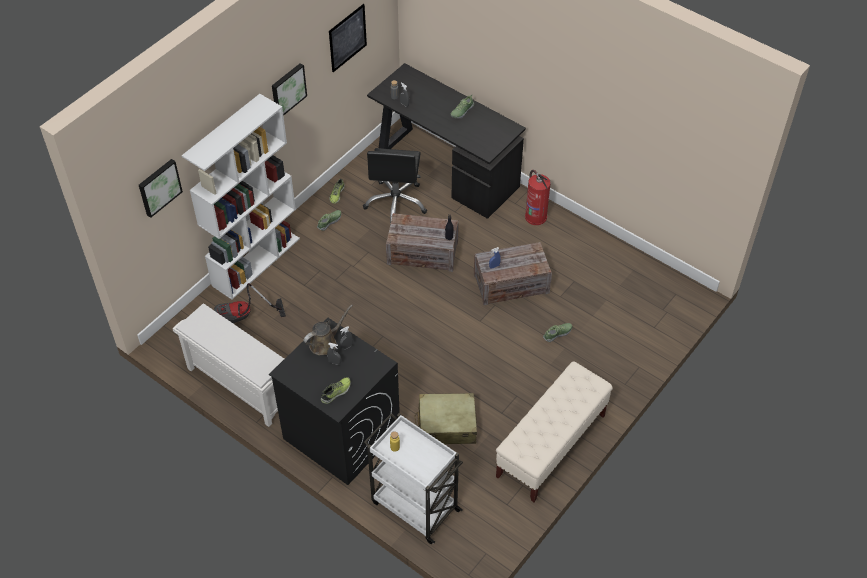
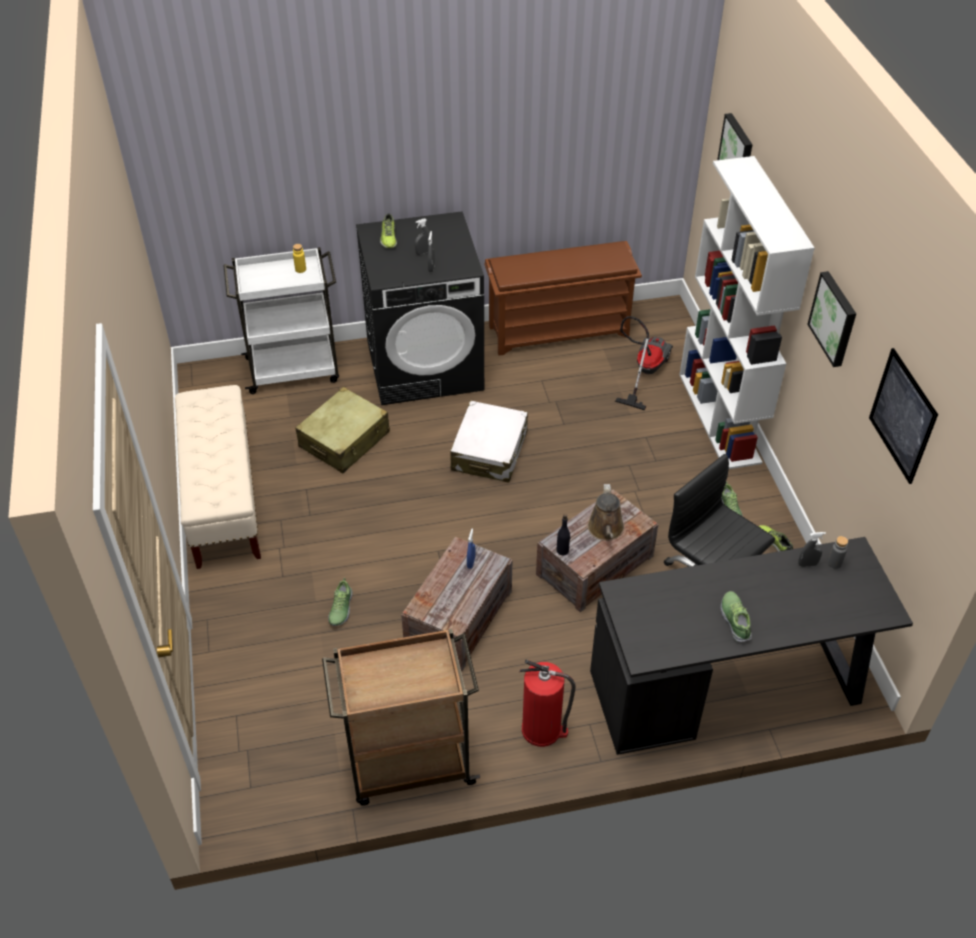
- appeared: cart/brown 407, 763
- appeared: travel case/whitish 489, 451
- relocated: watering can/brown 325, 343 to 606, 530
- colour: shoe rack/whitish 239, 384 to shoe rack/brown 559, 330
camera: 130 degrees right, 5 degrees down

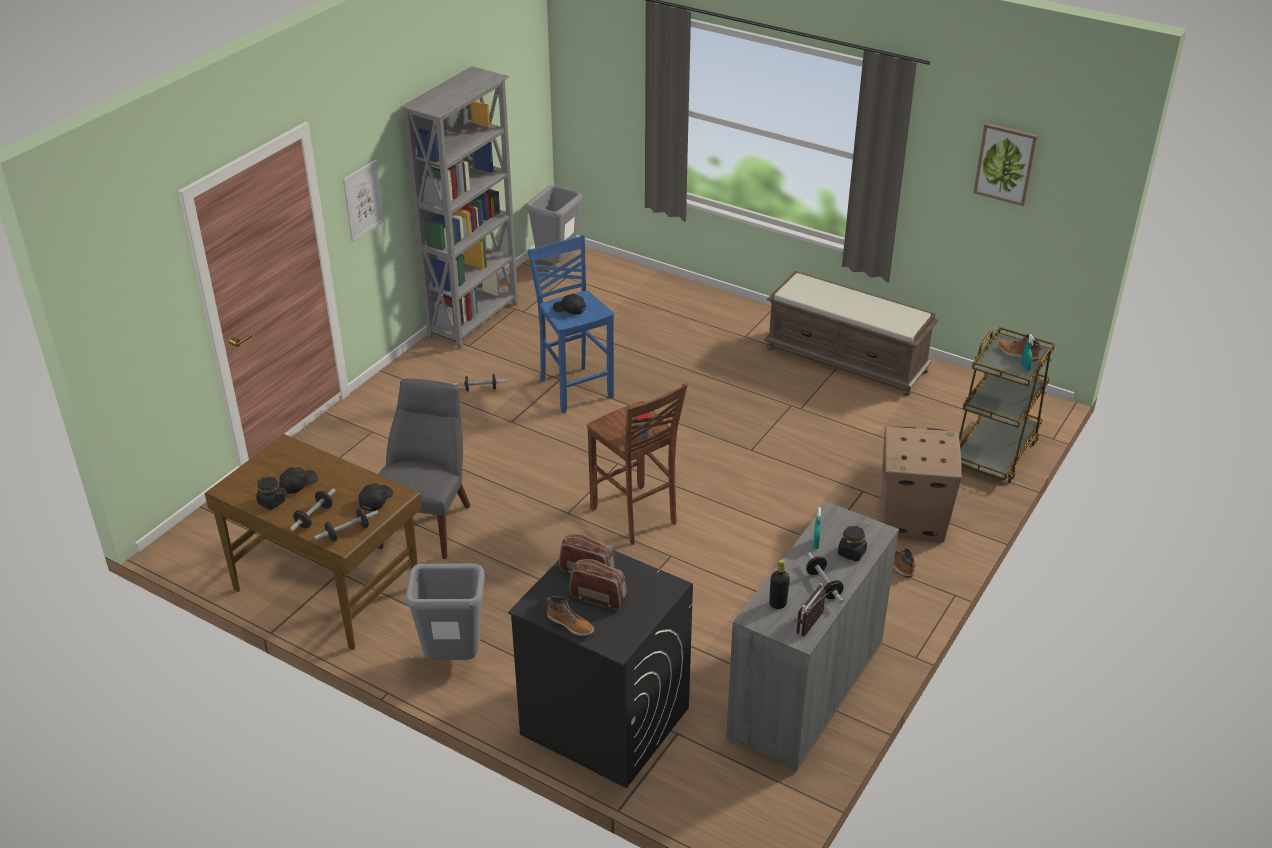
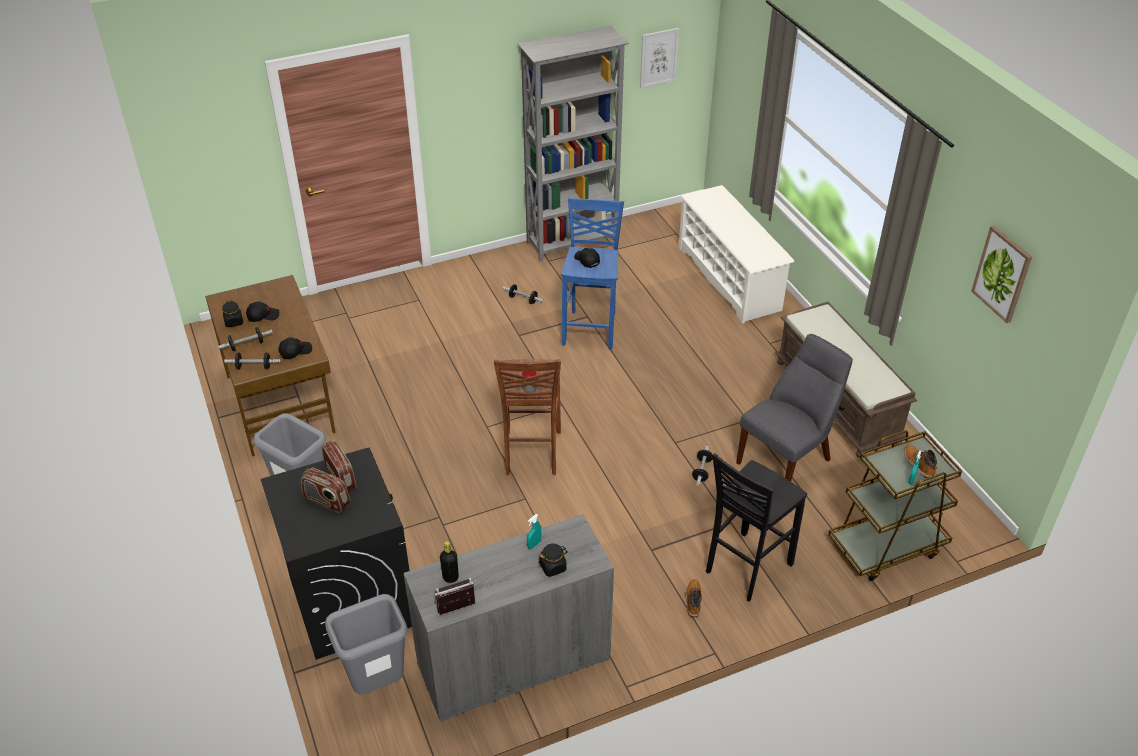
- missing: tall boot 570, 624
- appeared: shoe rack/whitish 729, 279
- relocated: wall art 363, 200 to 658, 58
- relocated: chair/grey 428, 523 to 787, 459
- relocated: rubbish bin/grey 556, 265 to 378, 684
- relocated: hand weight 823, 585 to 702, 471
- exchanged: carton 910, 519 to stool/blackish 745, 568
- spun: radio receiver 598, 598 = 326, 501 150 degrees clockwise
camera: 35 degrees right, 5 degrees up

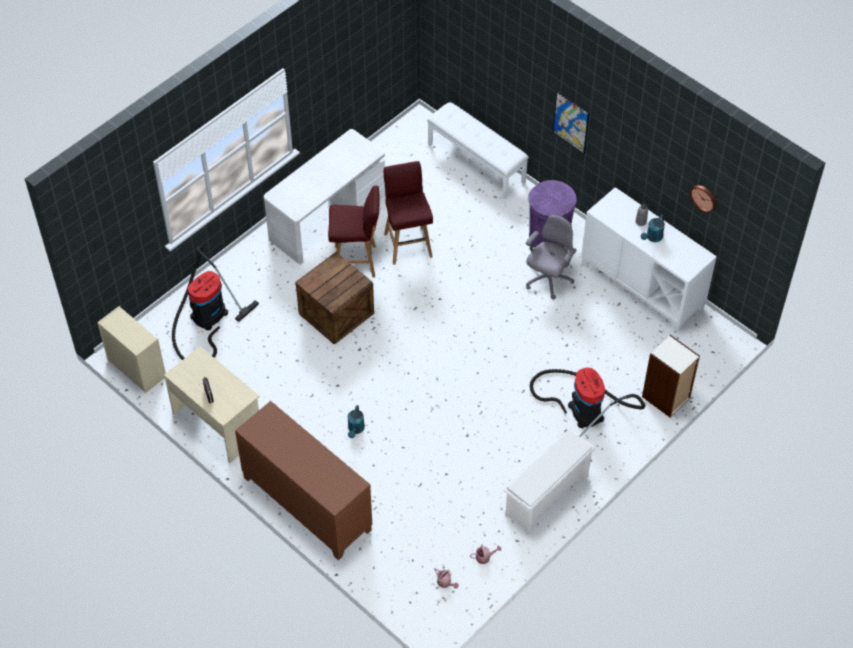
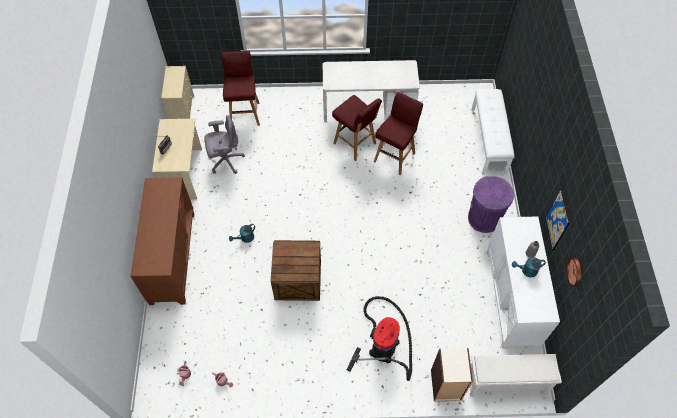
- relocated: crate 336, 313 to 297, 280
- relocated: shoe rack/whitish 546, 497 to 505, 383
- relocated: office chair/grey 548, 280 to 225, 160
- relocated: wall art 571, 122 to 557, 220
- exchanged: hoover 207, 318 to stool/red 245, 113
camera: 45 degrees right, 5 degrees up

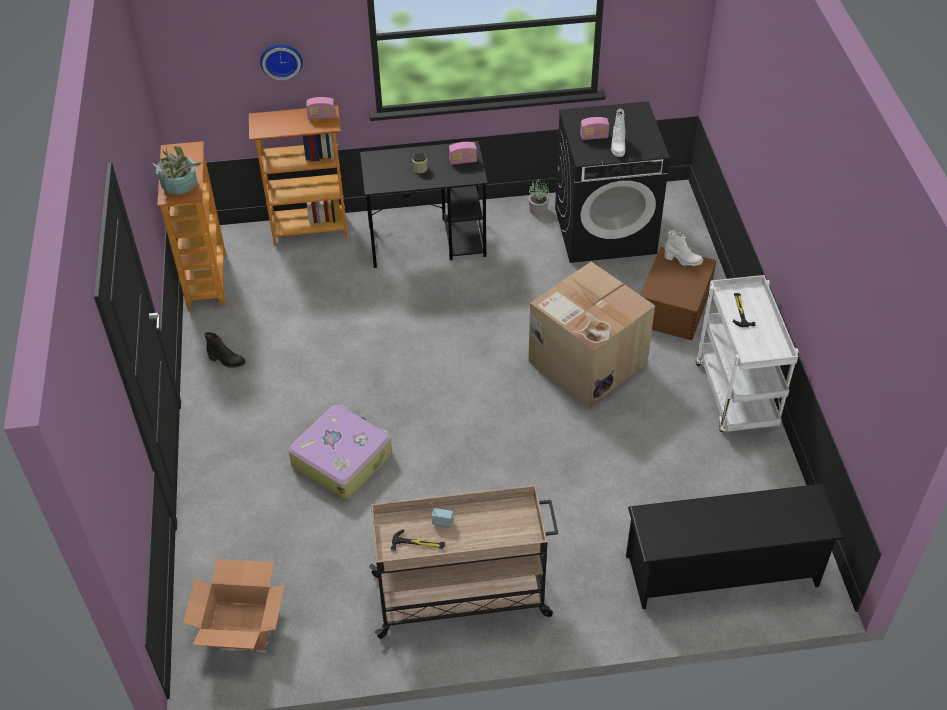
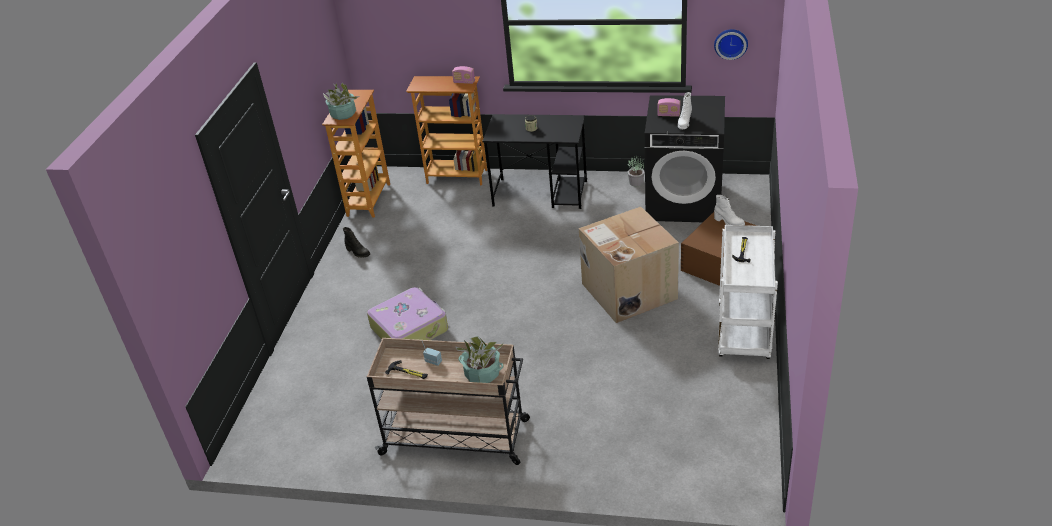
- missing: carton 240, 625
- missing: radio receiver 463, 161
- missing: shoe rack/blackish 722, 571
- appeared: plant in a pot 482, 373
- relocated: wall clock 281, 59 to 731, 43
camera: 20 degrees right, 10 degrees down

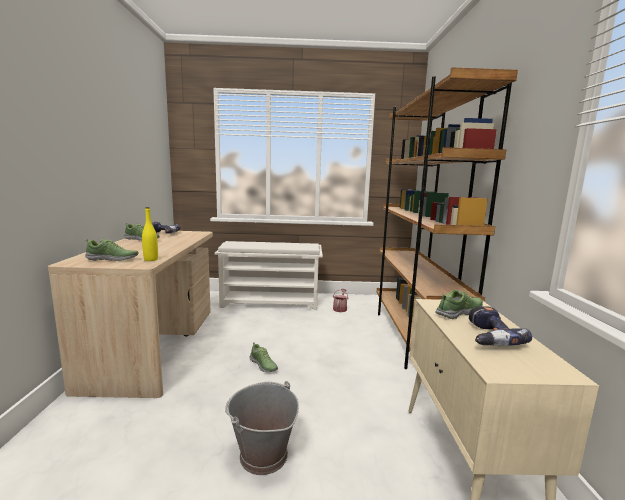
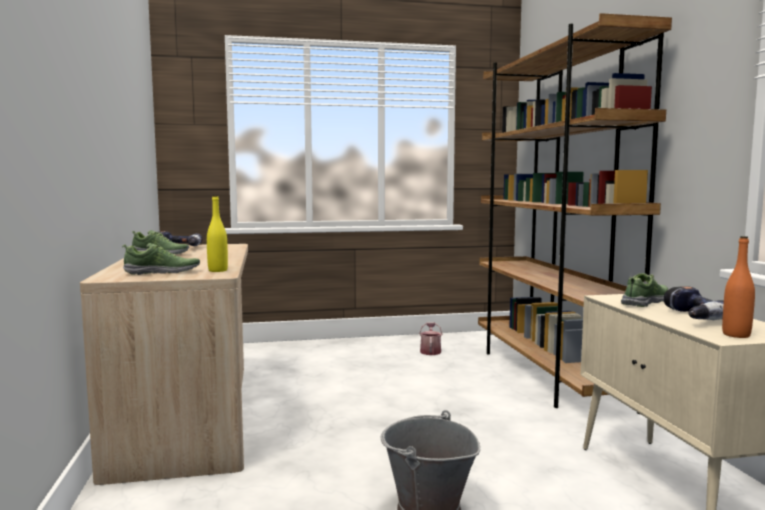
- missing: shoe rack/whitish 271, 302
- missing: item of footwear 263, 365
- appeared: drink bottle/orangey 736, 335
camera: 10 degrees left, 5 degrees down

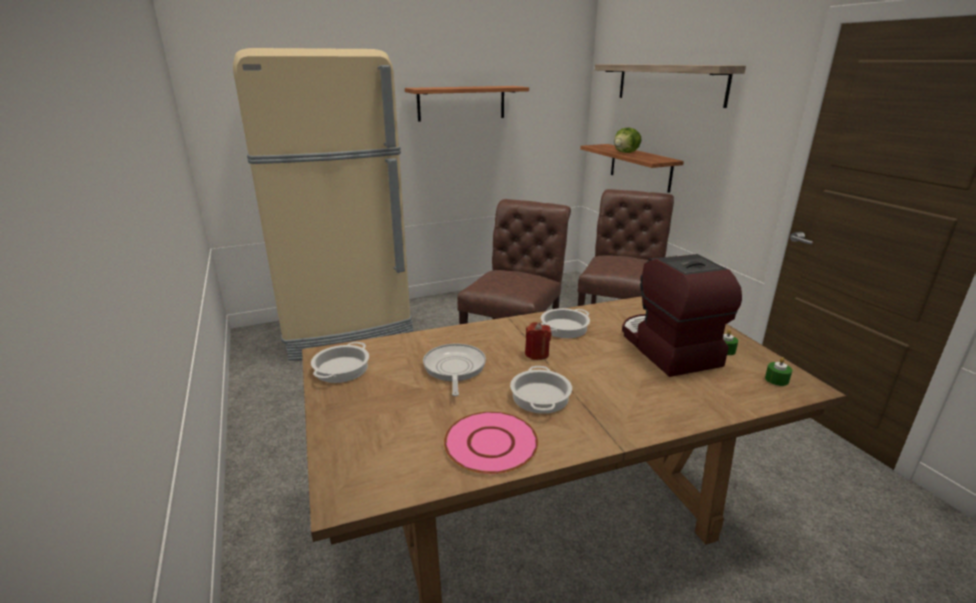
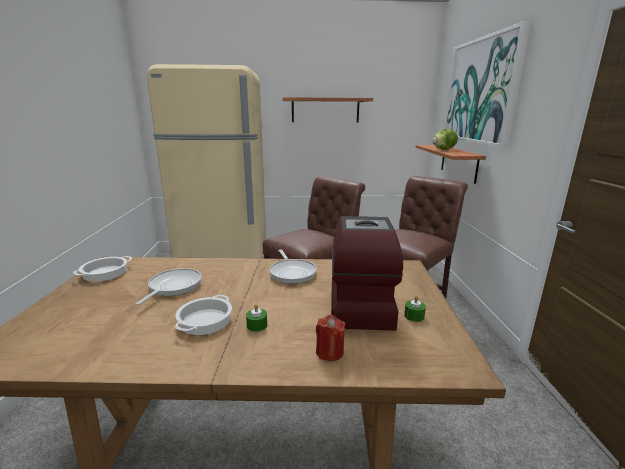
- missing: plate/pink 491, 443
- relocated: candle/red 537, 354 to 329, 352
- relocated: candle/green 776, 379 to 257, 325
- exchanged: cooking pot 564, 327 to pan 292, 272
- exchanged: bracket shelf 669, 83 to wall art 480, 91
camera: 20 degrees right, 5 degrees down

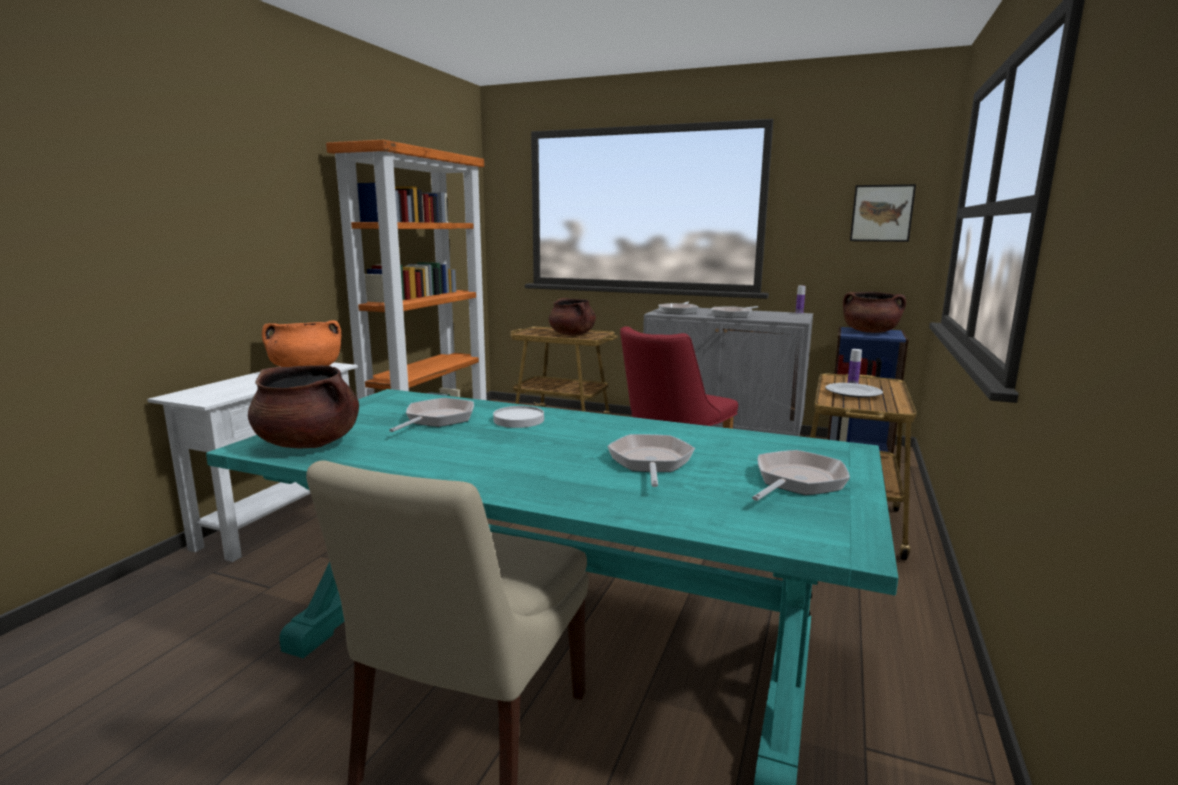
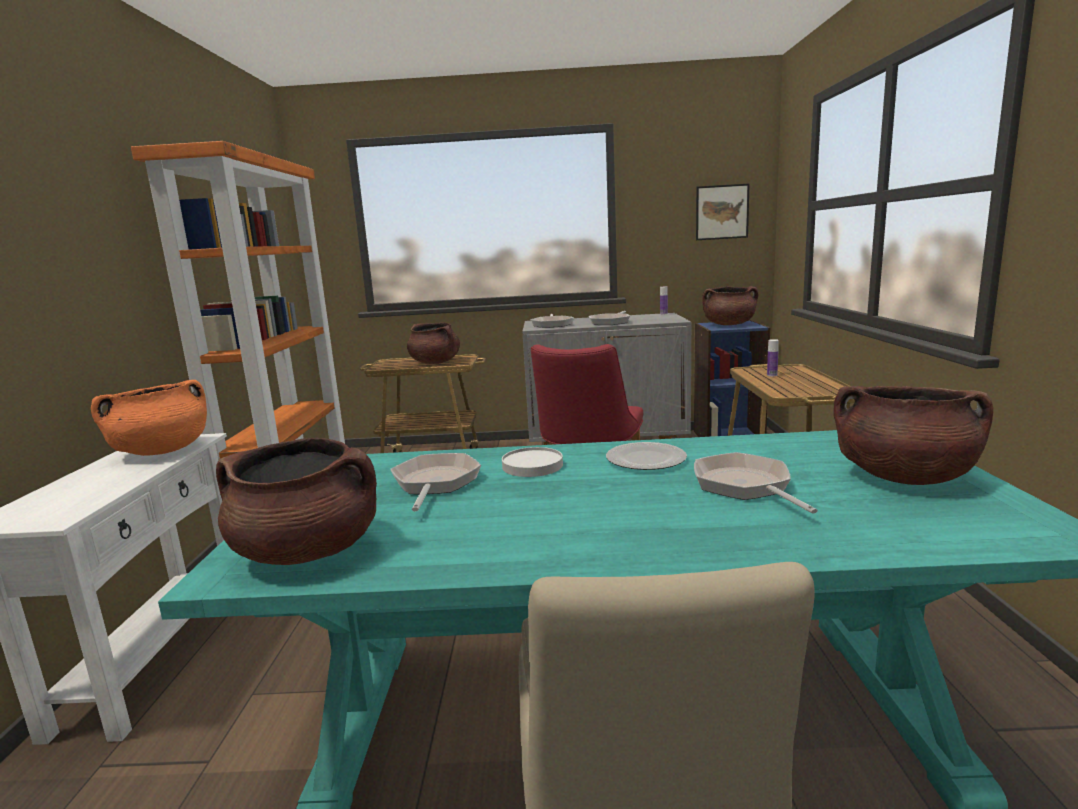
- relocated: plate 853, 393 to 646, 460
- exchanged: pan 796, 481 to cooking pot/brown 903, 477
camera: 20 degrees left, 0 degrees up

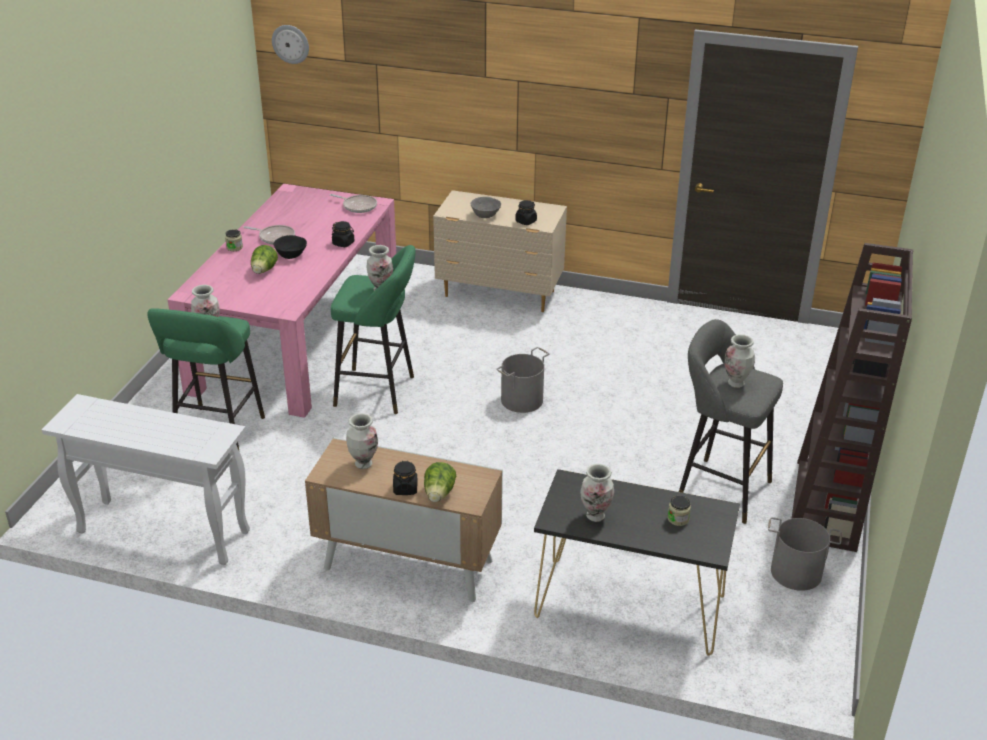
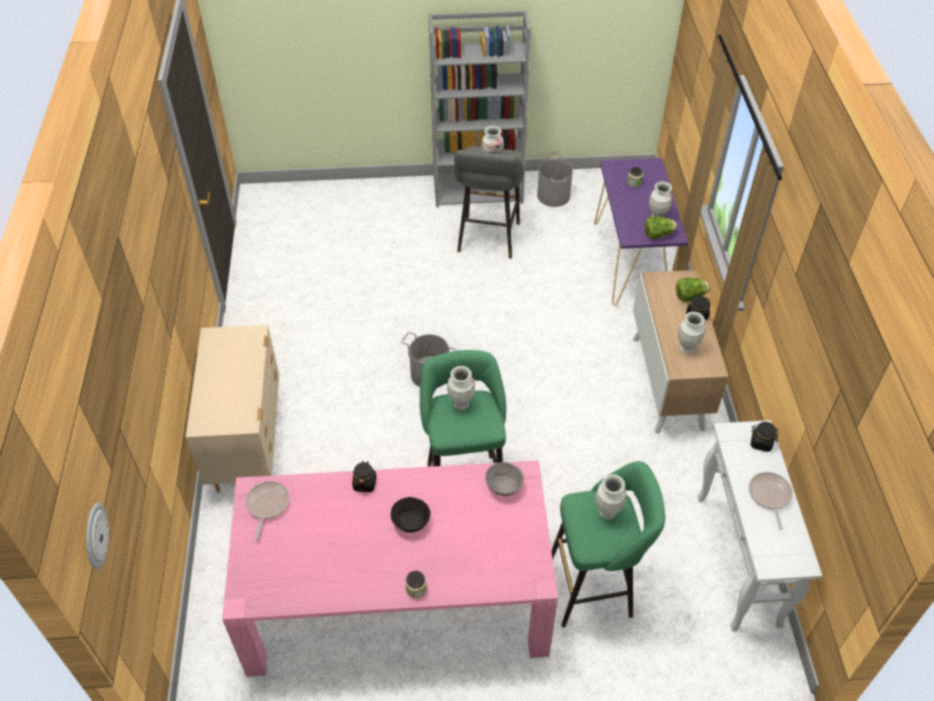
- relocated: pan 275, 237 to 769, 496
- relocated: lettuce 264, 271 to 658, 235
- relocated: serving bowl/grey 485, 215 to 504, 486
- relocated: storage jar/blackish 526, 221 to 761, 443
- colour: hall table/blackish 628, 606 to hall table/purple-coloured 631, 262
- colour: bookshelf/brown 827, 505 to bookshelf/grey 478, 189
camera: 110 degrees left, 15 degrees up

